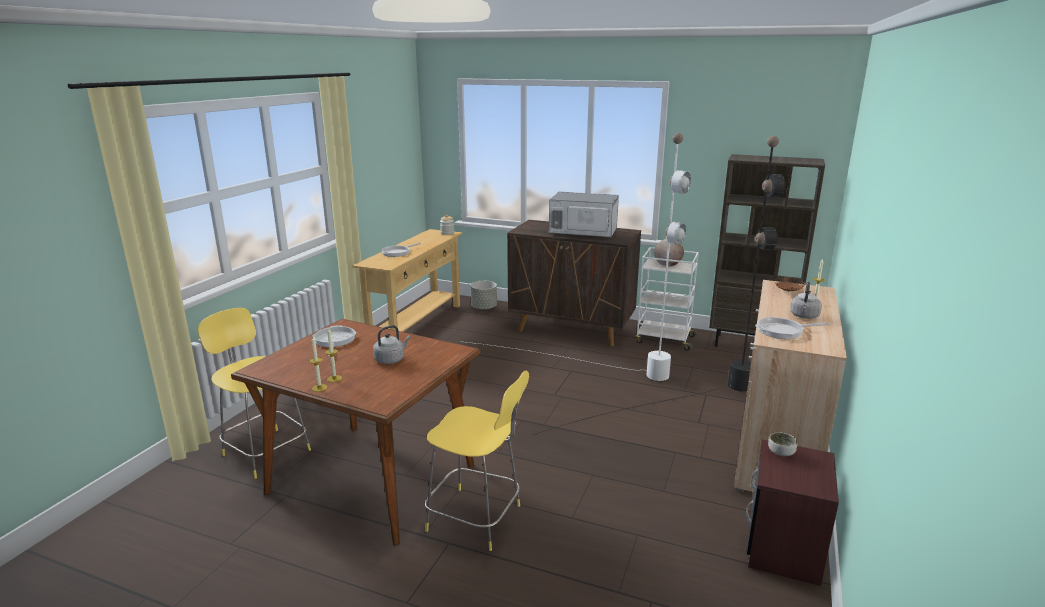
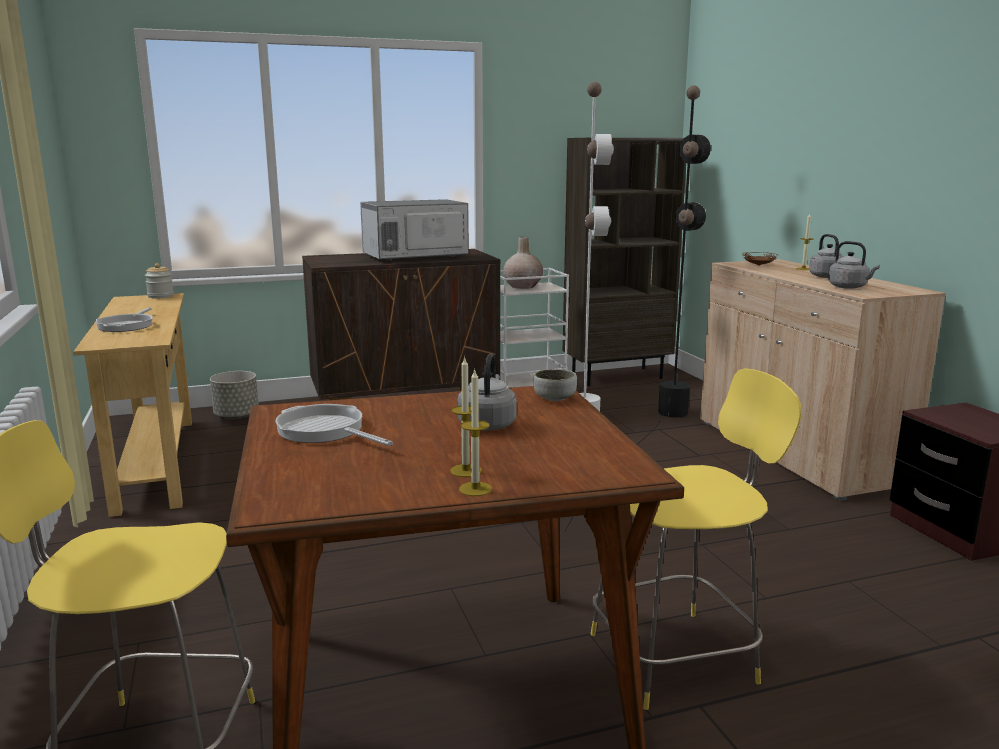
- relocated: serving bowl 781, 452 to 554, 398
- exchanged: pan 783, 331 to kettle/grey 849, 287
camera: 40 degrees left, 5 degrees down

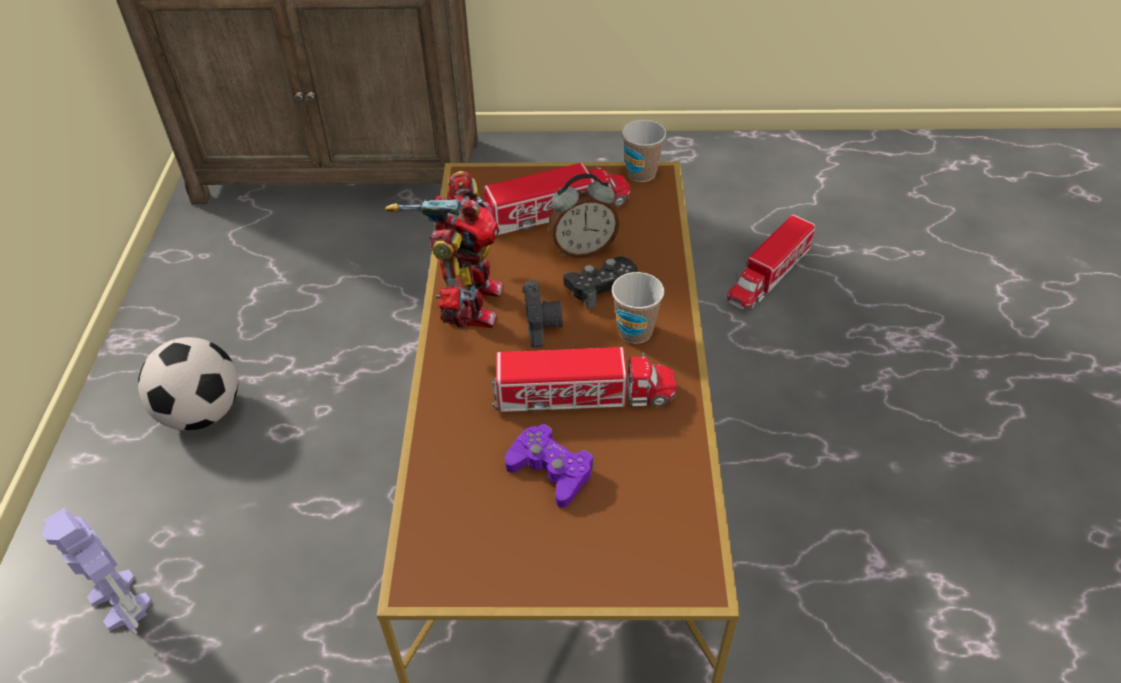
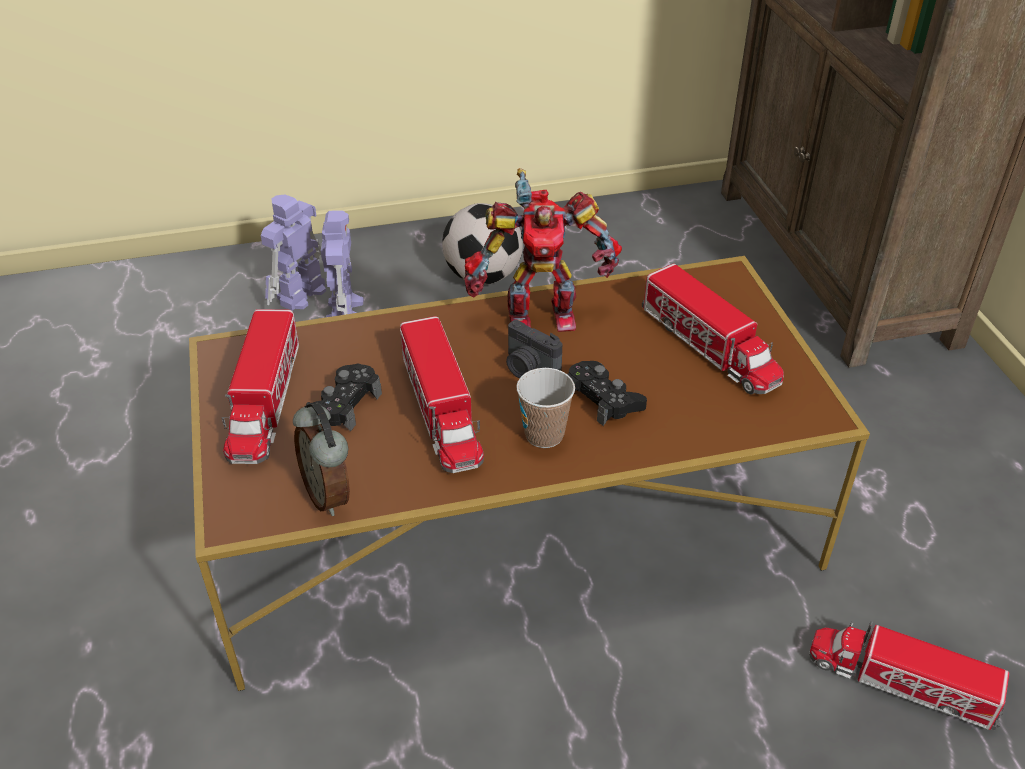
- missing: drinking cup 641, 173
- appeared: toy lorry 265, 402
- appeared: robot figure 345, 310
- relocated: bedside clock 583, 249 to 329, 494
- colour: gamepad/purple-coloured 550, 470 to gamepad/blackish 344, 405
- spun: still camera 543, 325 = 528, 367 60 degrees clockwise
camera: 75 degrees right, 5 degrees down

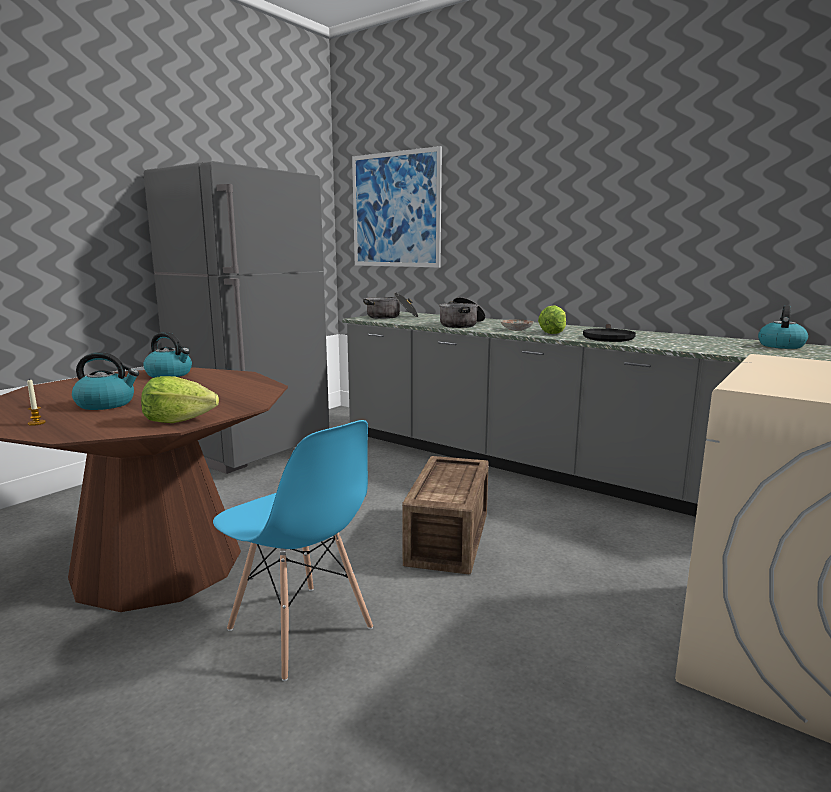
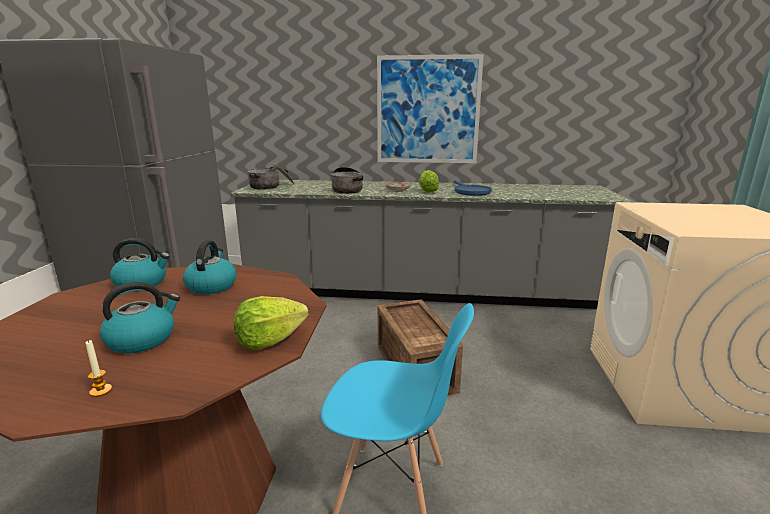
- relocated: wall art 395, 210 to 428, 110
- relocated: kettle 780, 346 to 211, 286
- colour: pan/blackish 607, 337 to pan/blue 470, 191
camera: 30 degrees left, 5 degrees up

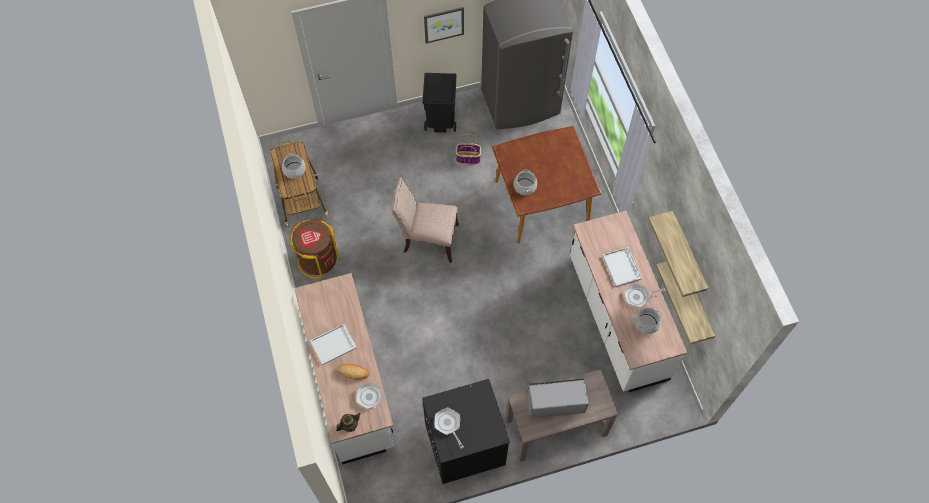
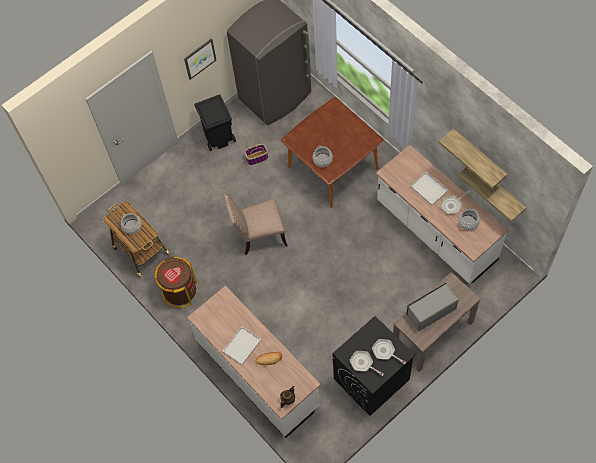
- relocated: pan 370, 399 to 385, 351
camera: 20 degrees left, 0 degrees up

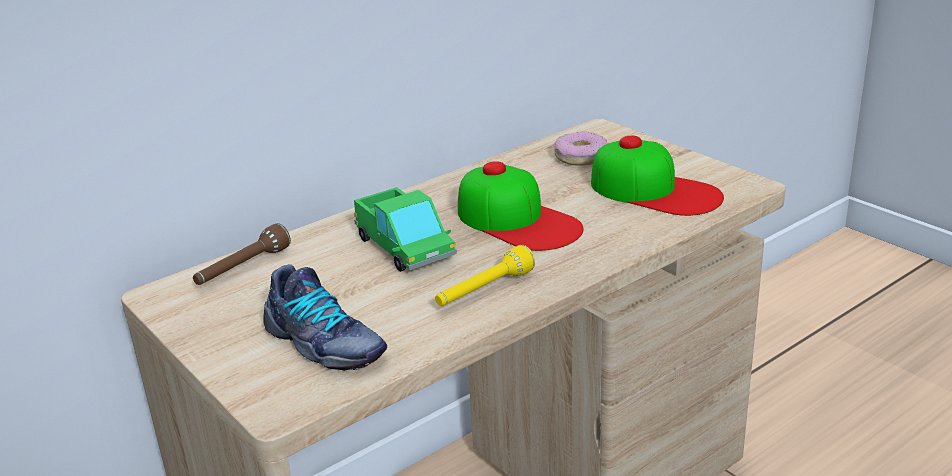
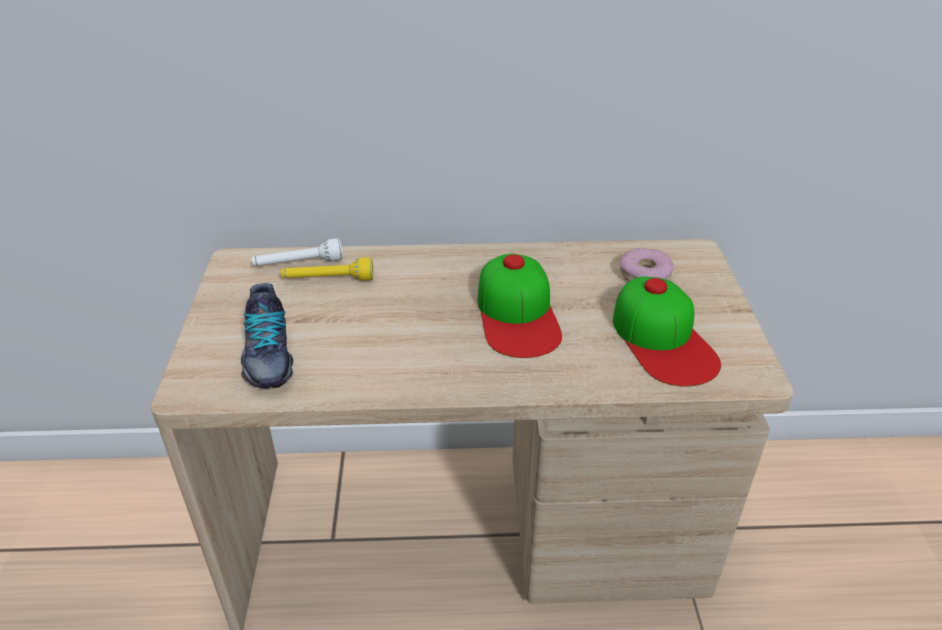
- missing: toy lorry 405, 247
- relocated: torch/yellow-coloured 484, 291 to 328, 280
- colour: torch/brown 242, 268 to torch/whitish 298, 264
camera: 35 degrees right, 10 degrees up

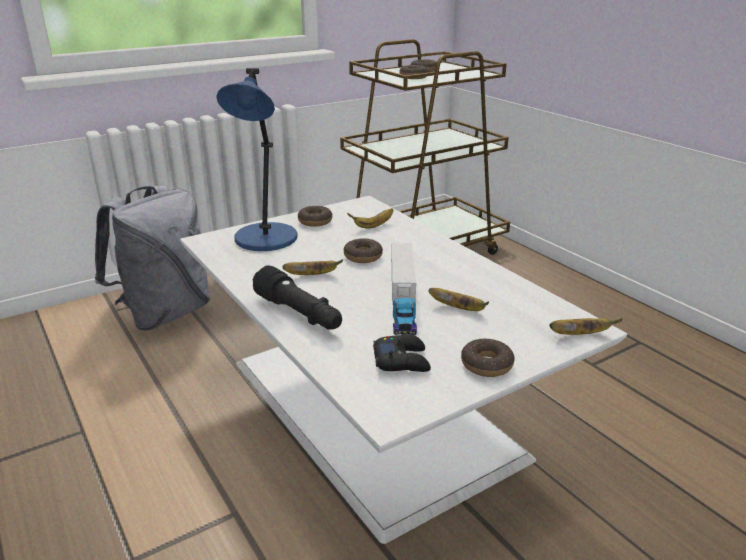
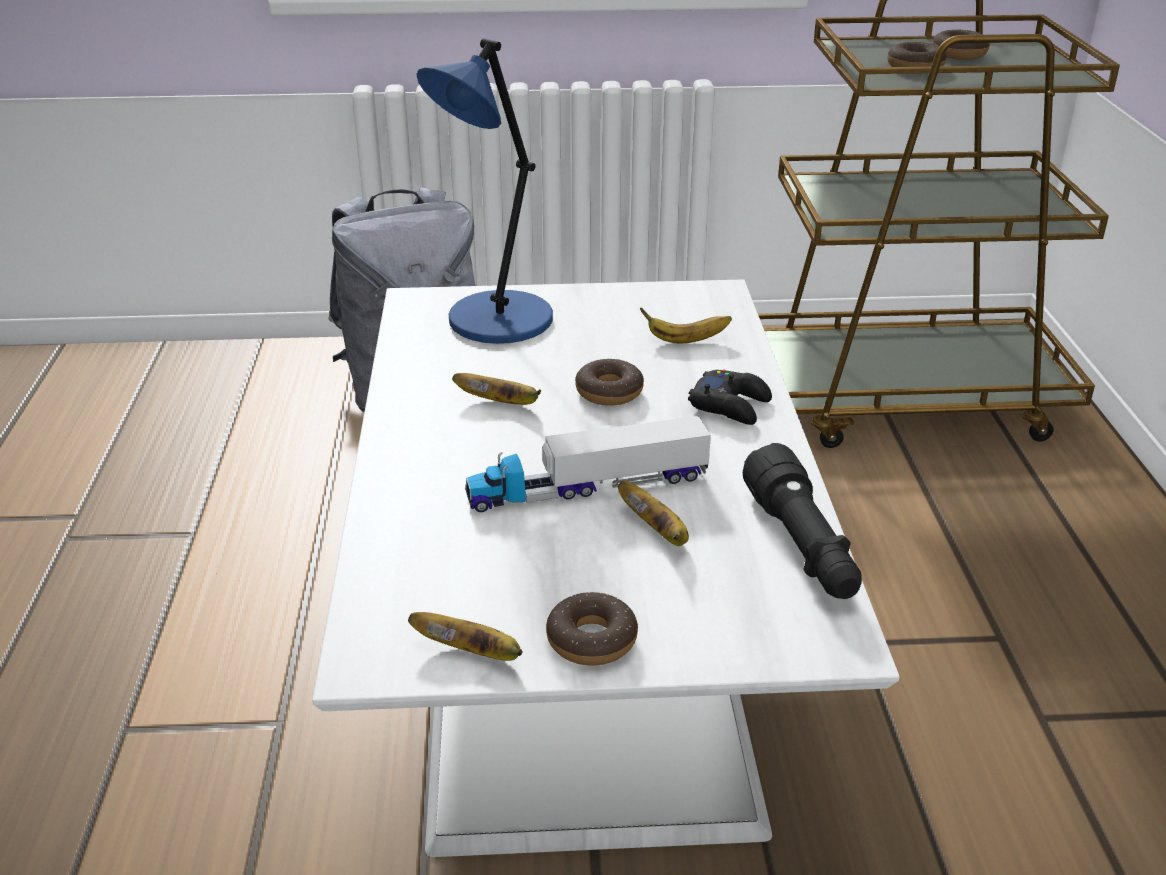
- missing: donut 315, 221
- relocated: torch/blackish 299, 314 to 802, 547
- relocated: gamepad/blackish 402, 360 to 730, 405
- relocated: banana 579, 335 to 472, 653
- spun: toy lorry 402, 300 = 587, 487 45 degrees clockwise
camera: 30 degrees right, 5 degrees up

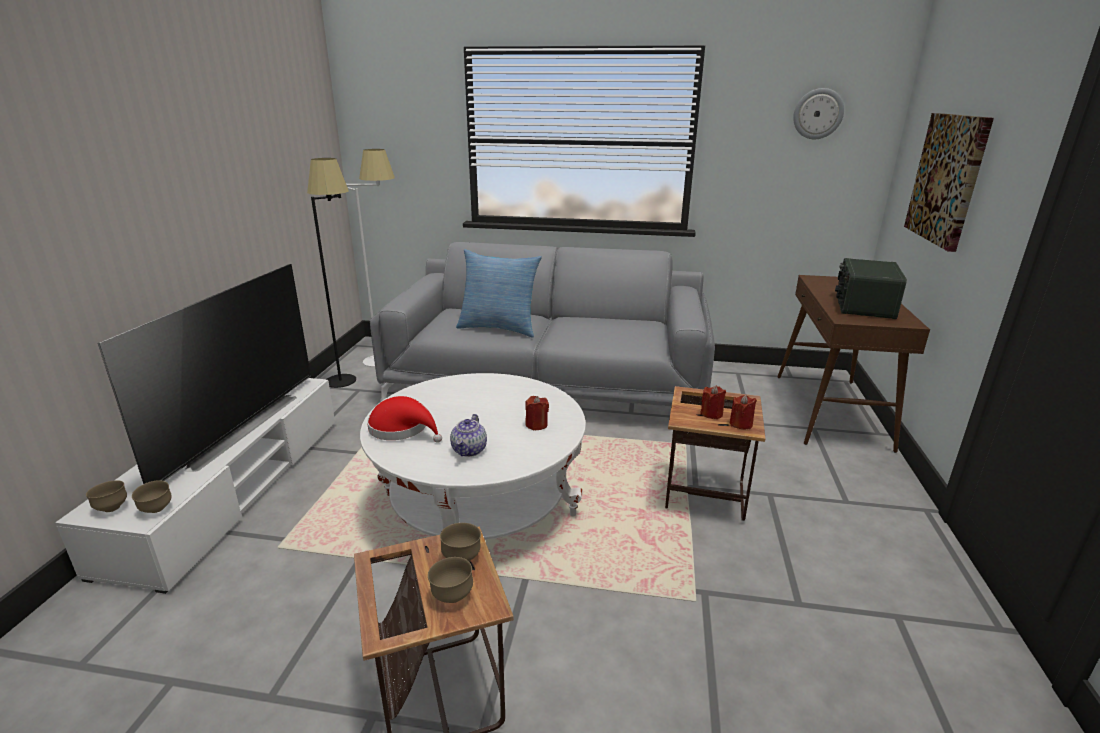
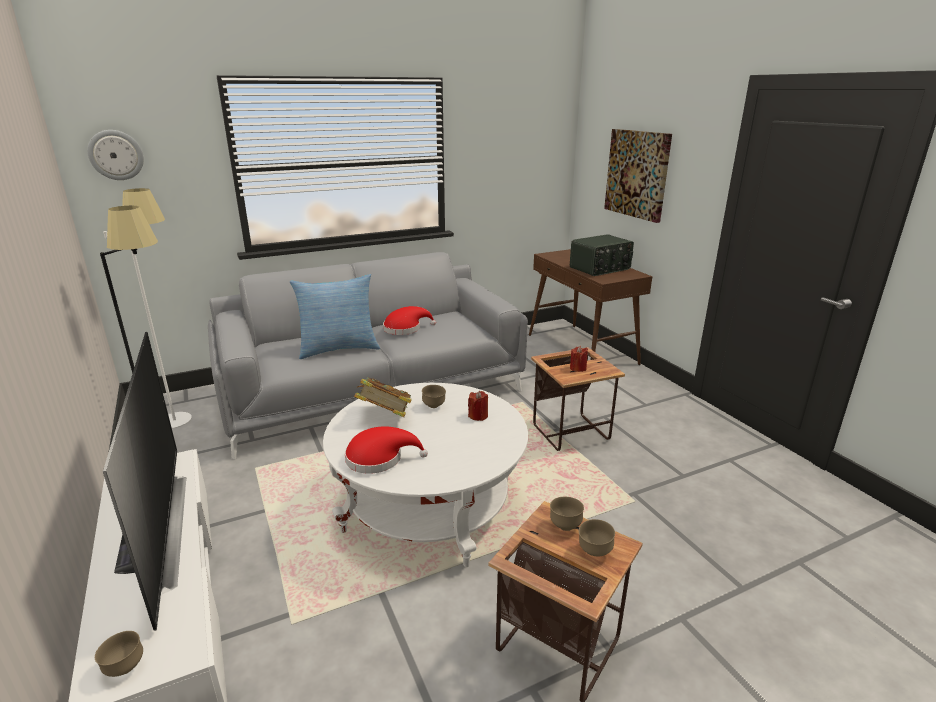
- missing: tea pot 469, 450
- missing: candle/red 741, 424
- appeared: volume 385, 416
- appeared: hat/red 405, 328
- relocated: serving bowl/brown 156, 510 to 434, 406
- relocated: wall clock 818, 114 to 116, 155
- spun: radio receiver 863, 306 = 600, 268 105 degrees counterclockwise
camera: 35 degrees left, 0 degrees up

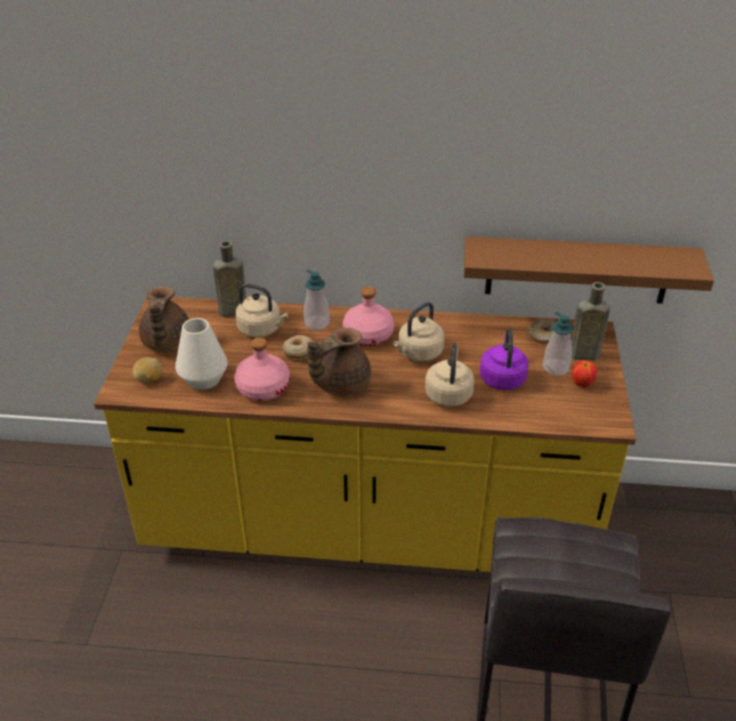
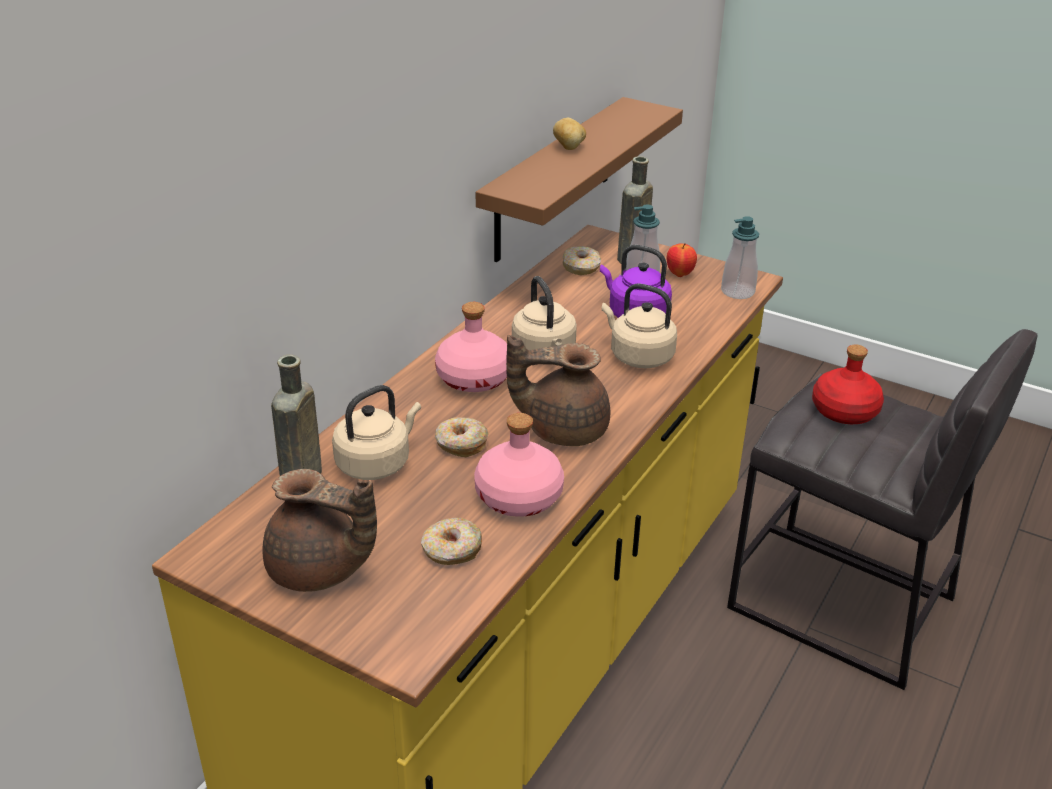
- appeared: drink bottle/red 844, 411
- relocated: whole potato 149, 379 to 569, 148
- relocated: soap bottle 317, 323 to 737, 292
- exchanged: vase/whitish 203, 379 to donut 451, 550
- spun: tea pot/brown 340, 385 = 562, 429 105 degrees clockwise
camera: 65 degrees left, 5 degrees down

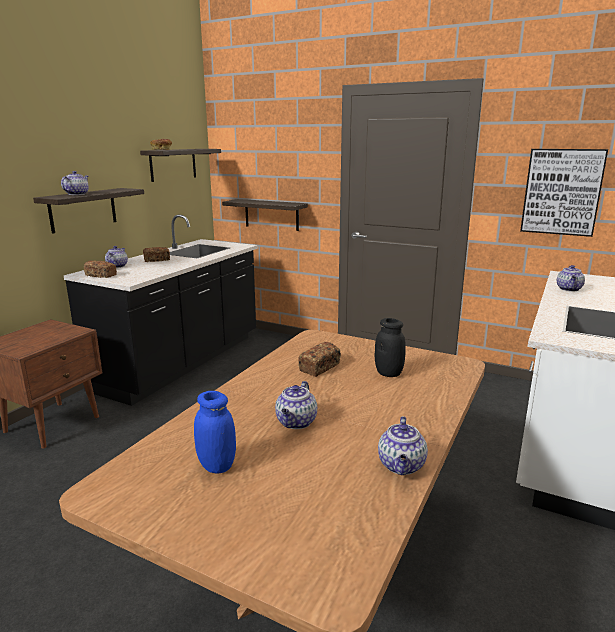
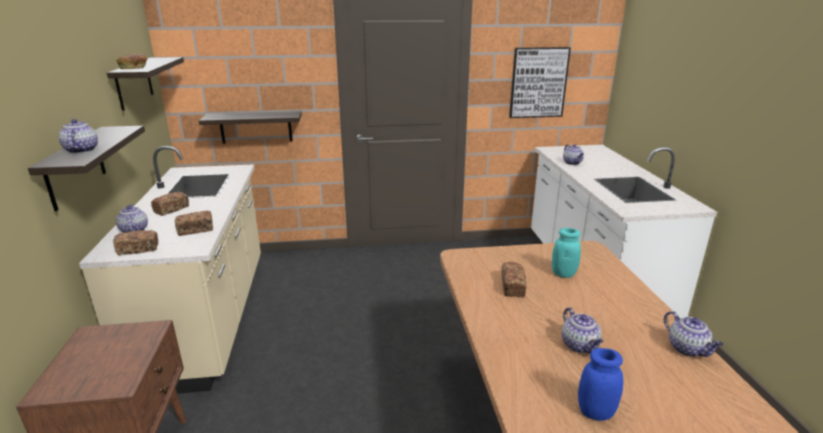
- appeared: bread 195, 230
- colour: kitchen base unit/blackish 181, 362 to kitchen base unit/beige 209, 318
- colour: storage jar/blackish 388, 373 to storage jar/turquoise 563, 274
camera: 35 degrees left, 5 degrees up

